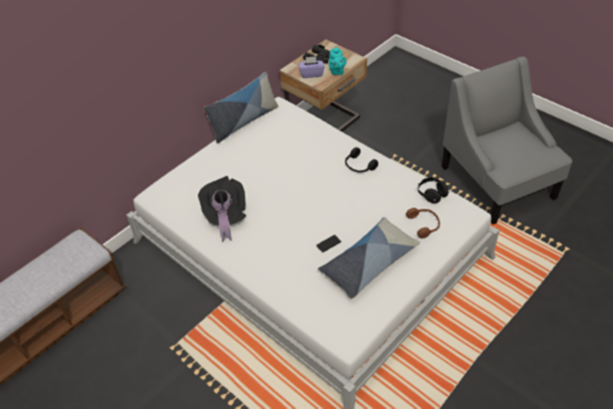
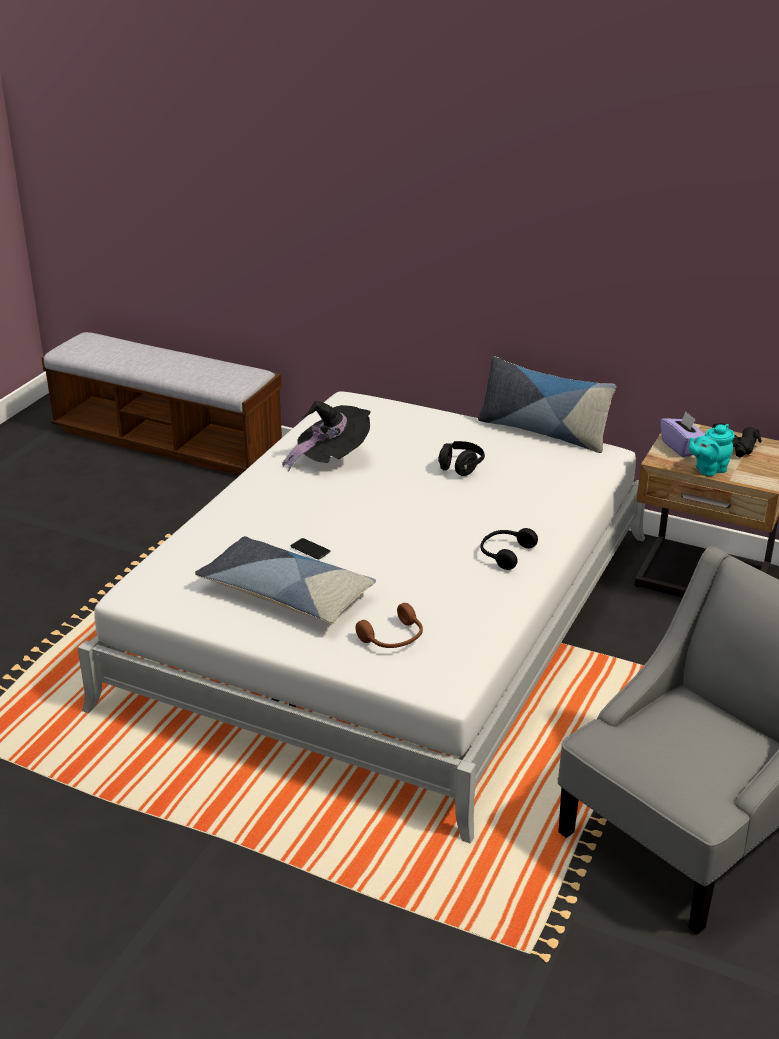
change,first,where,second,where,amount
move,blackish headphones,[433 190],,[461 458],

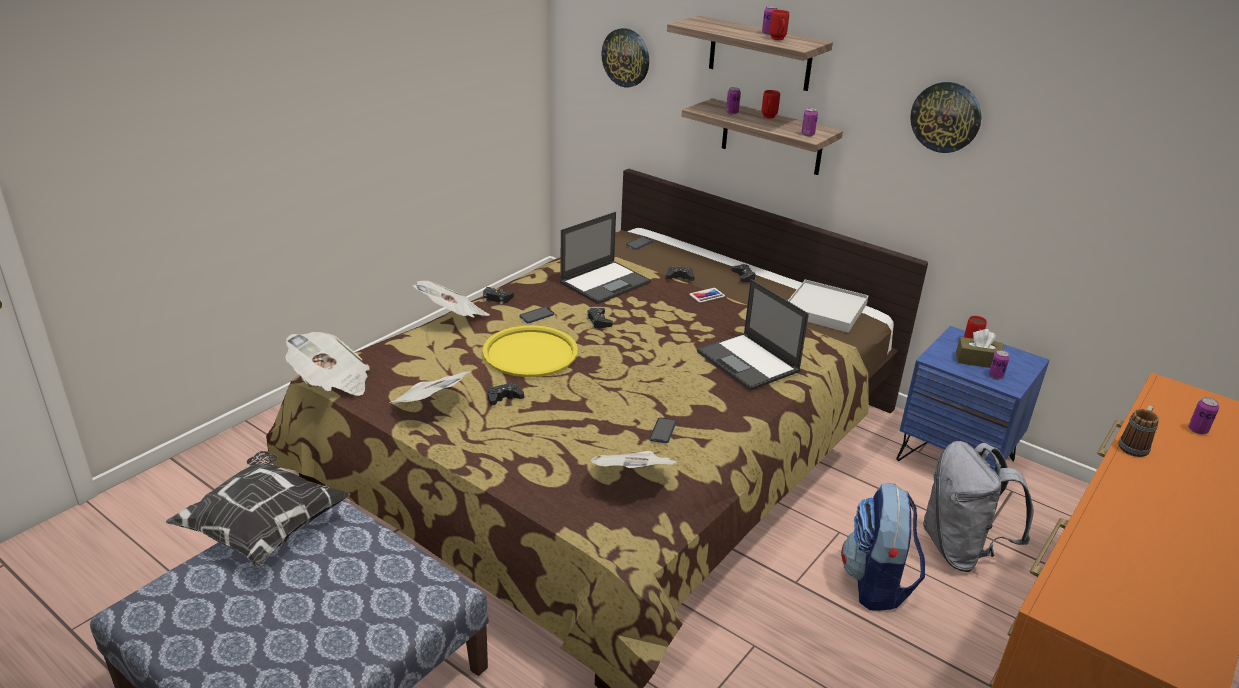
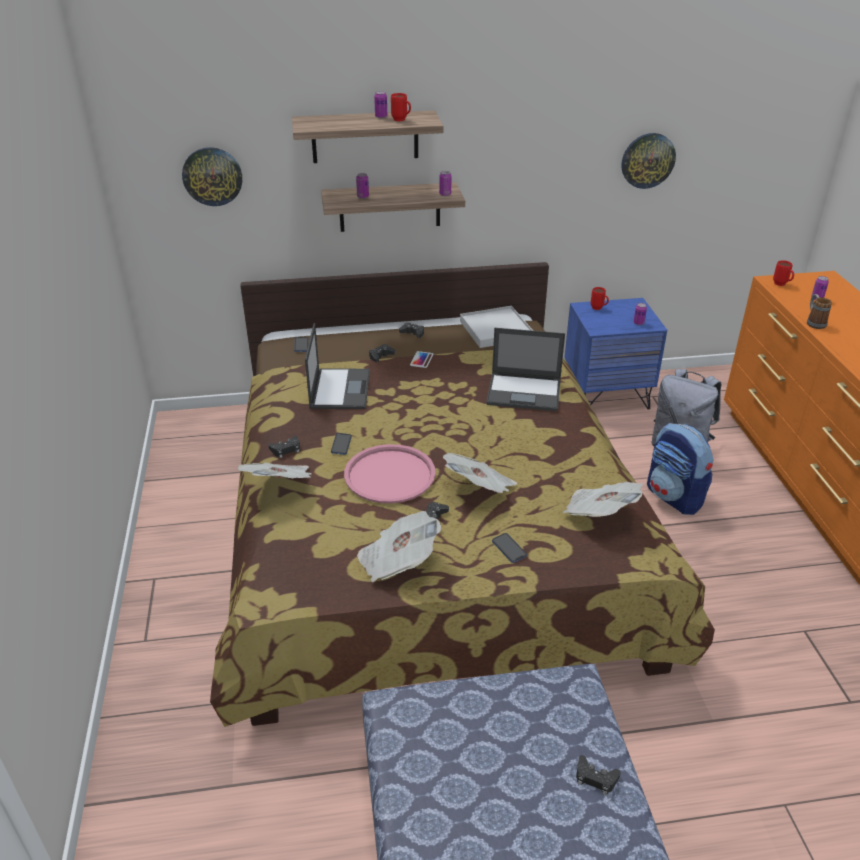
change,first,where,second,where,amount
delete,throw pillow,[258 509],,,
delete,brown-coloured tissue box,[980 348],,,
move,printed paper,[327 364],,[480 473],
move,blackish gamepad,[600 318],,[598 775],
move,phone,[663 430],,[509 548],
move,red coffee mug,[771 104],,[783 273],
move,hanging clock,[945 117],,[649 161],
recolor,yellow-coloured serving tray,[530 351],pink-coloured serving tray,[390 474],

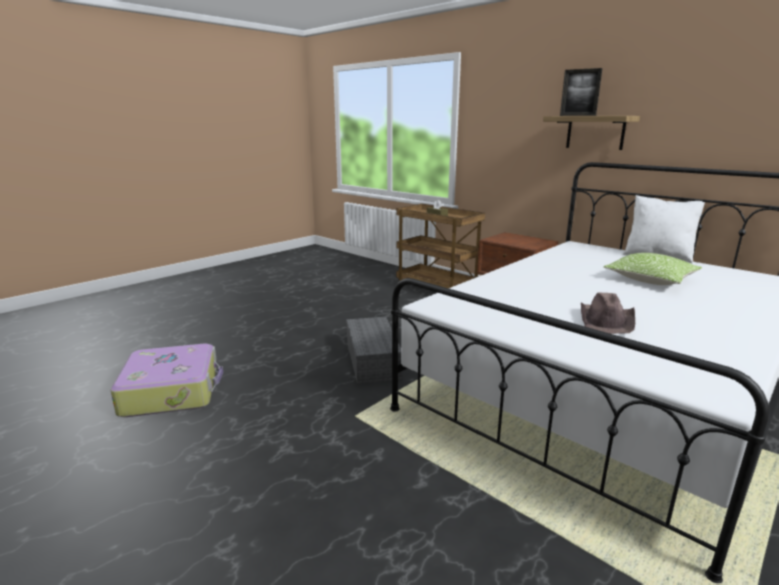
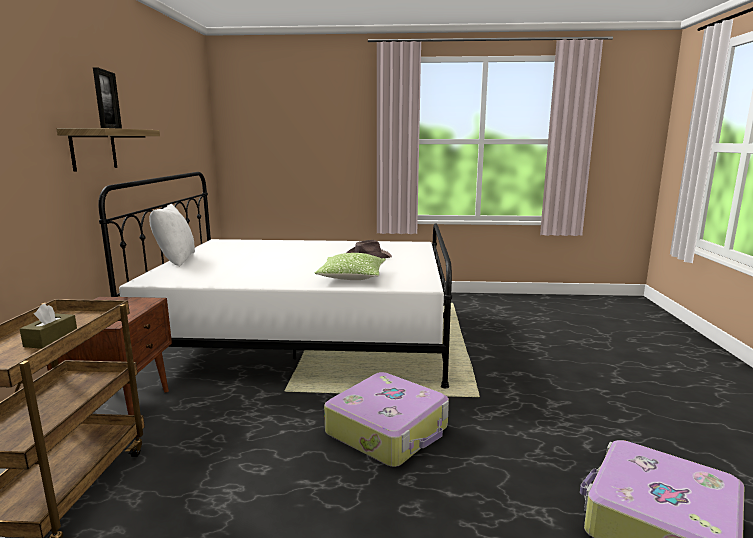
change,first,where,second,where,amount
move,throw pillow,[652 269],,[350 266],
replace,greyish storage container,[374 350],suitcase,[386 419],

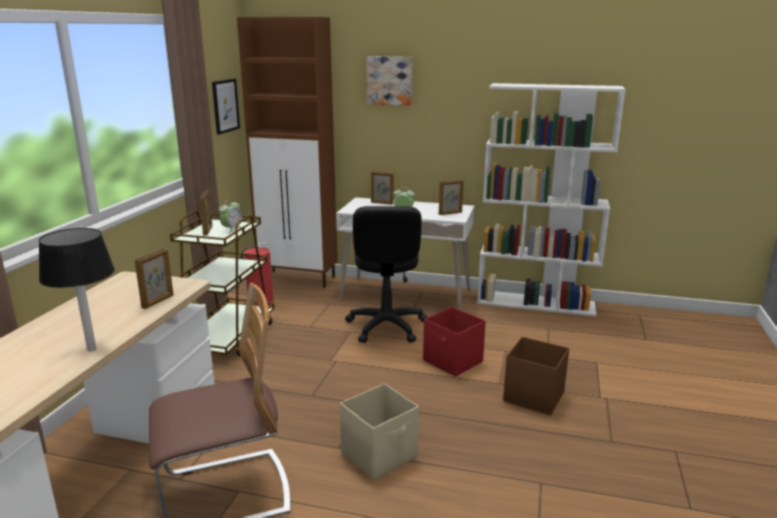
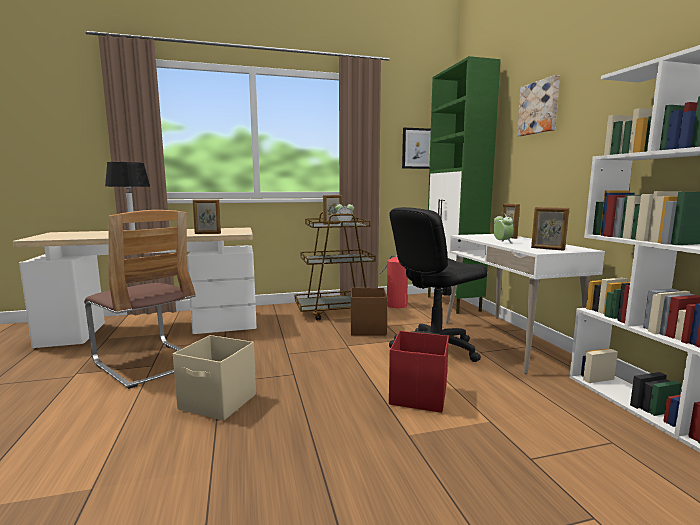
change,first,where,second,where,amount
move,brown-coloured storage container,[536 376],,[369 312],
recolor,brown-coloured cupboard,[287 152],green cupboard,[464 185],

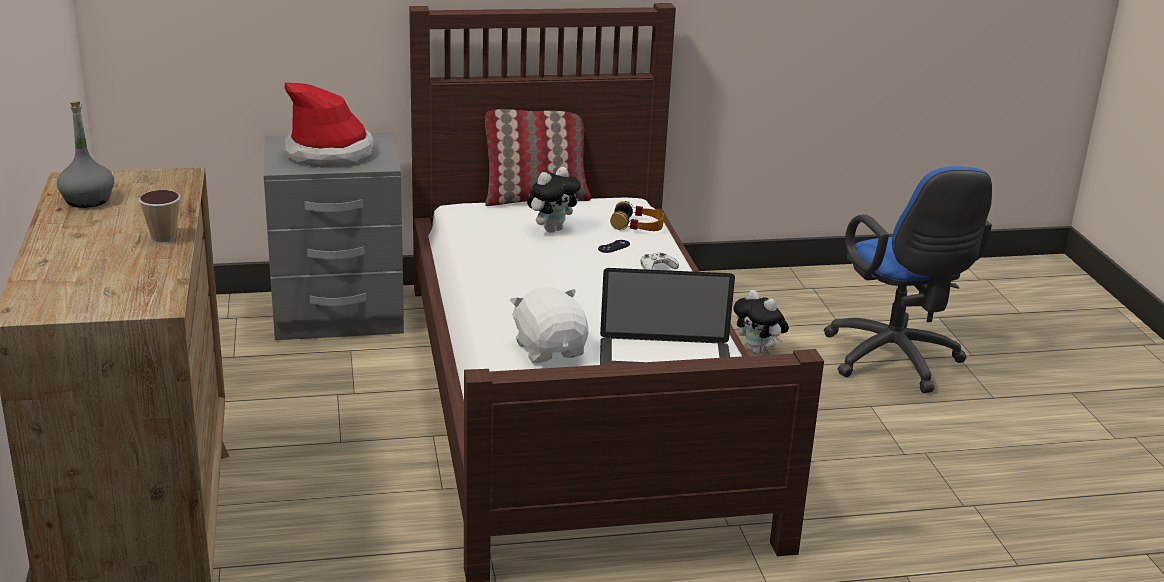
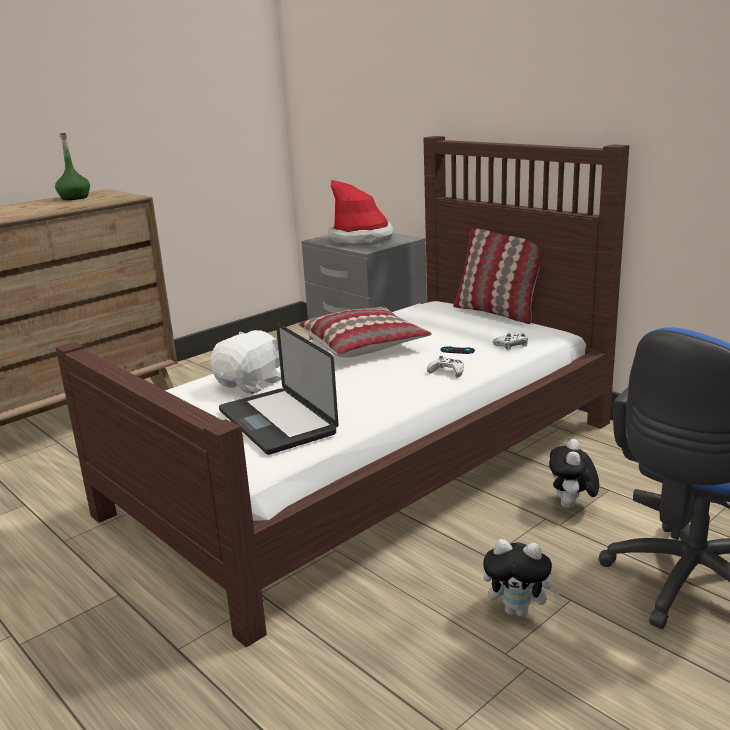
change,first,where,second,where,amount
delete,cup,[159 216],,,
insert,,,throw pillow,[365 332],
move,plush toy,[554 200],,[522 578],
replace,headphones,[637 216],white gamepad,[510 341],
recolor,greyish bottle,[85 154],green bottle,[72 166],

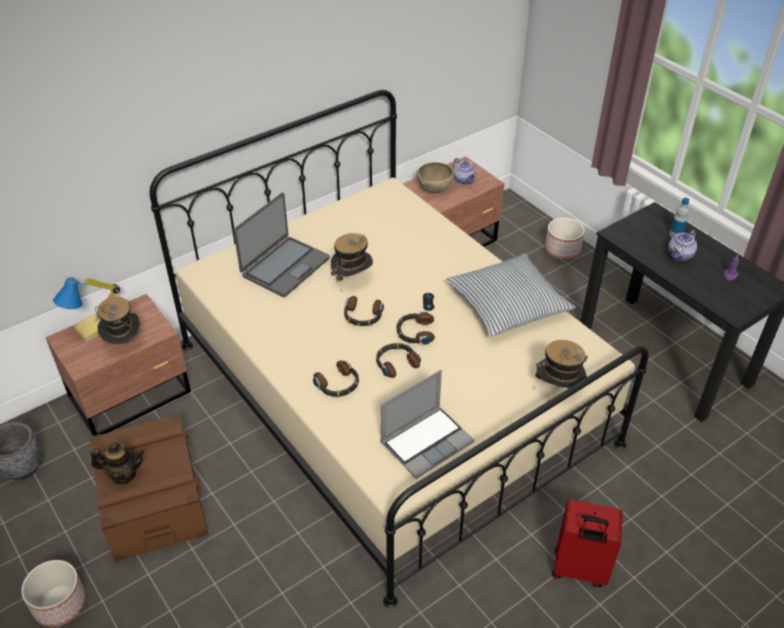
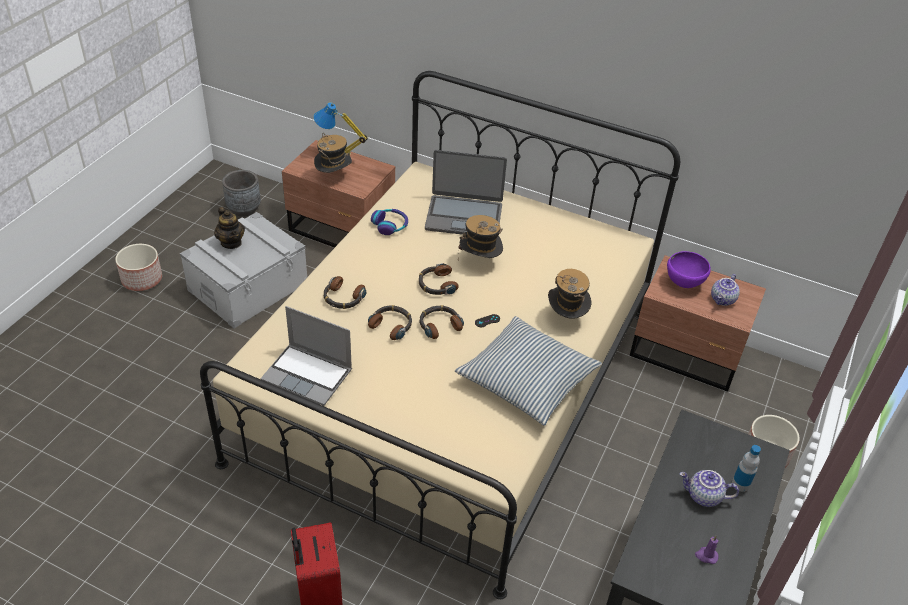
change,first,where,second,where,amount
insert,,,headphones,[389 222],
move,wearable hat,[561 364],,[570 294],
recolor,brown-coloured storage container,[149 487],greyish storage container,[243 270],
recolor,brown-coloured serving bowl,[435 177],purple-coloured serving bowl,[689 269],

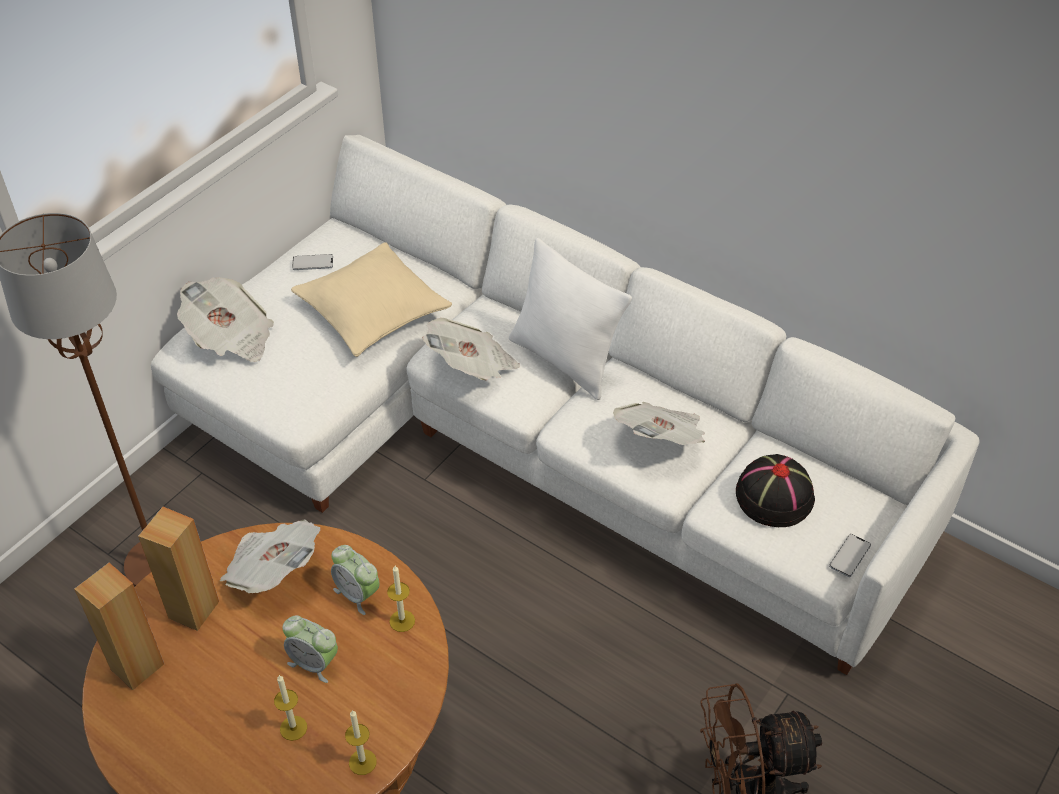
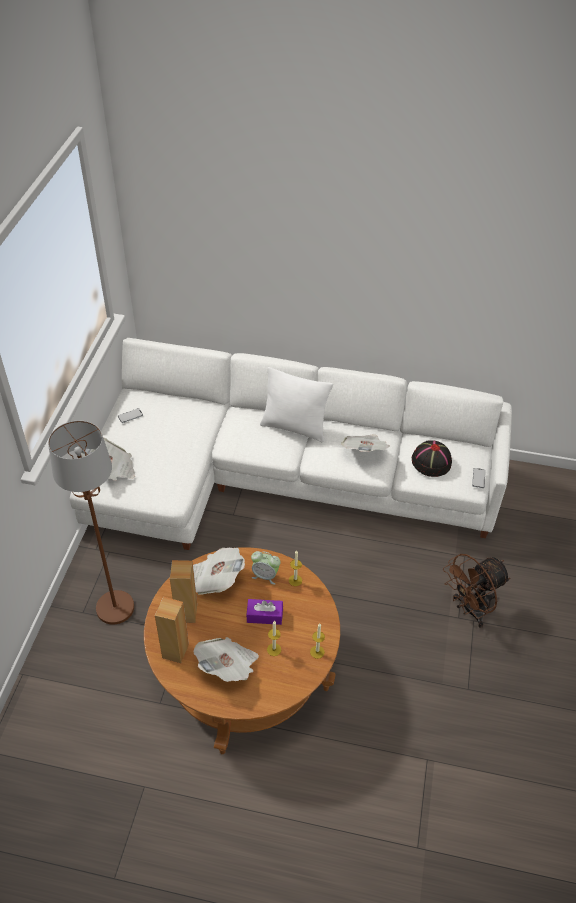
change,first,where,second,where,amount
delete,beige throw pillow,[371 299],,,
move,printed paper,[471 349],,[226 659],
replace,table clock,[310 649],purple-coloured tissue box,[265 612],

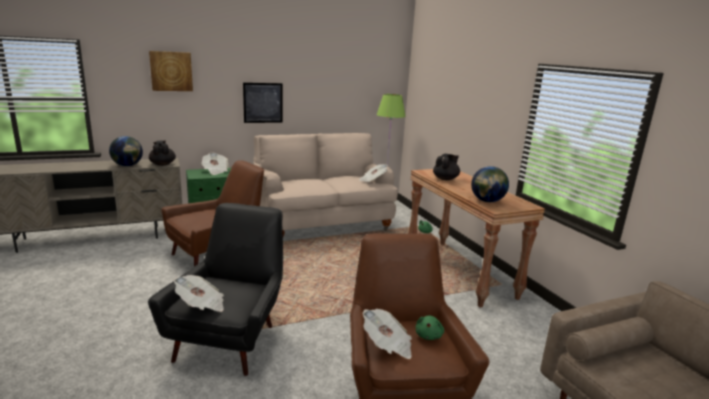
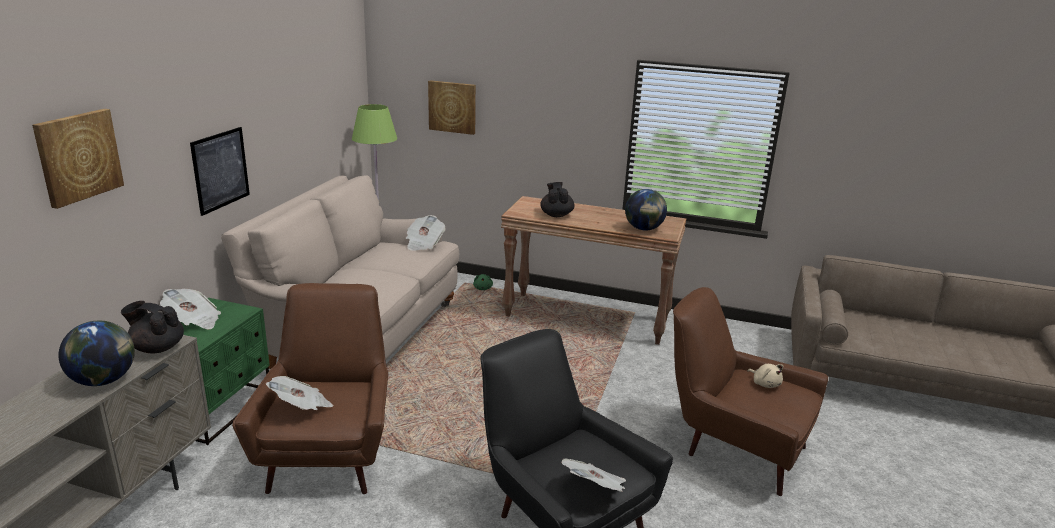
change,first,where,second,where,amount
insert,,,wall picture,[452 107],
move,printed paper,[387 334],,[300 393],
recolor,green plush toy,[430 328],beige plush toy,[765 376],

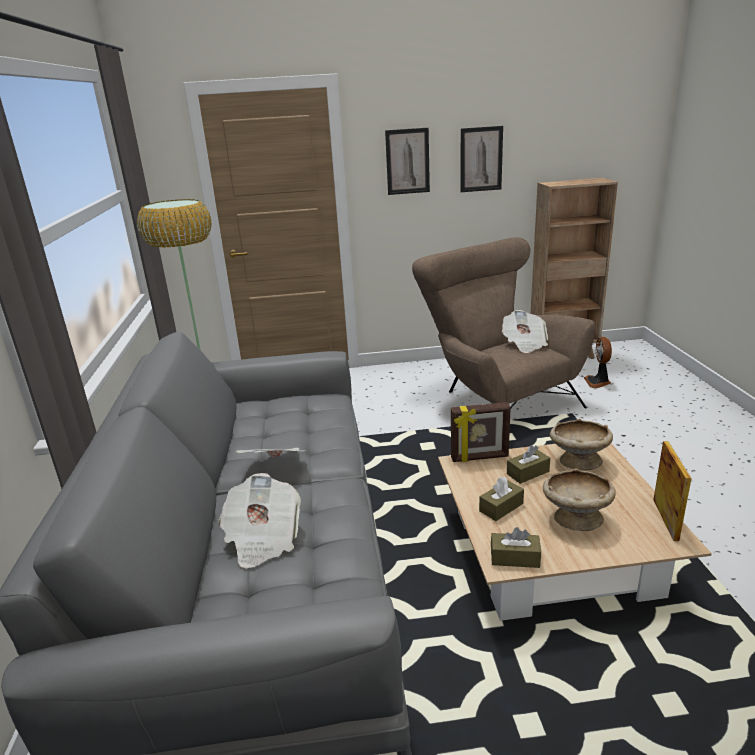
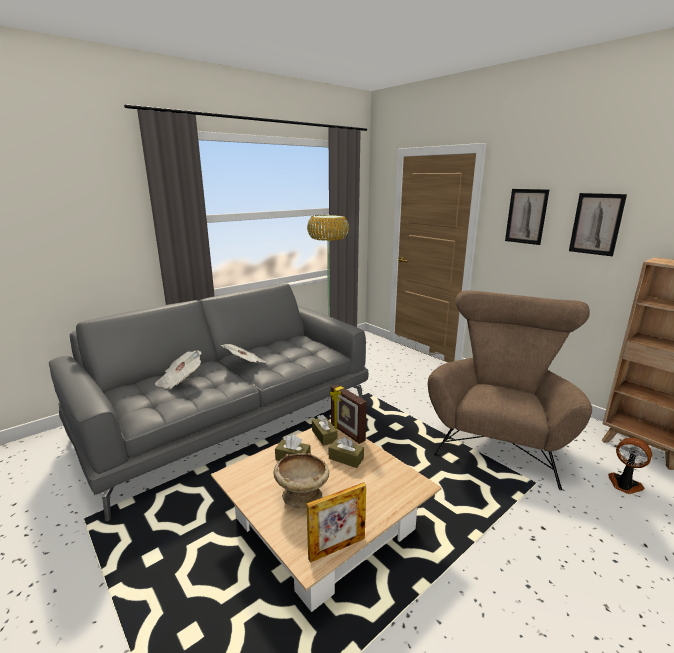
change,first,where,second,where,amount
delete,printed paper,[525 331],,,
delete,beige serving bowl,[581 444],,,
move,brown-coloured tissue box,[516 547],,[324 430],
rotate,cooling fan,[598 362],,[630 466],75 degrees clockwise

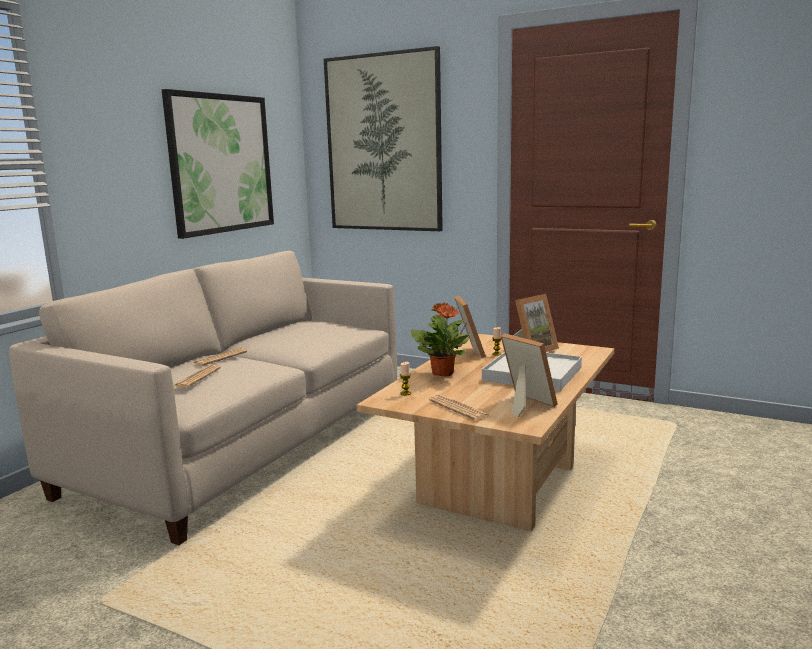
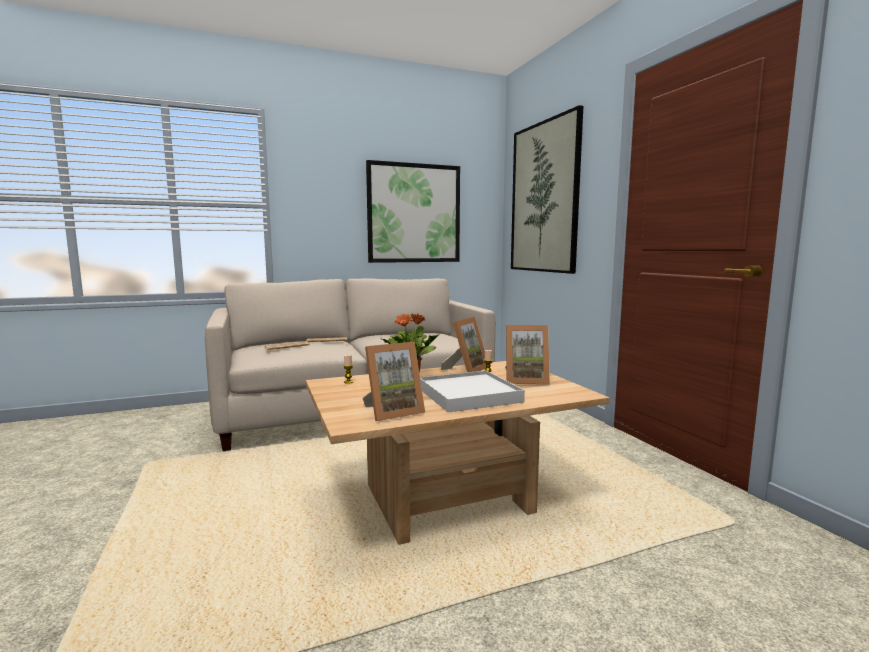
change,first,where,second,where,amount
delete,printed paper,[459 407],,,
rotate,picture frame,[529 375],,[393 381],60 degrees clockwise

